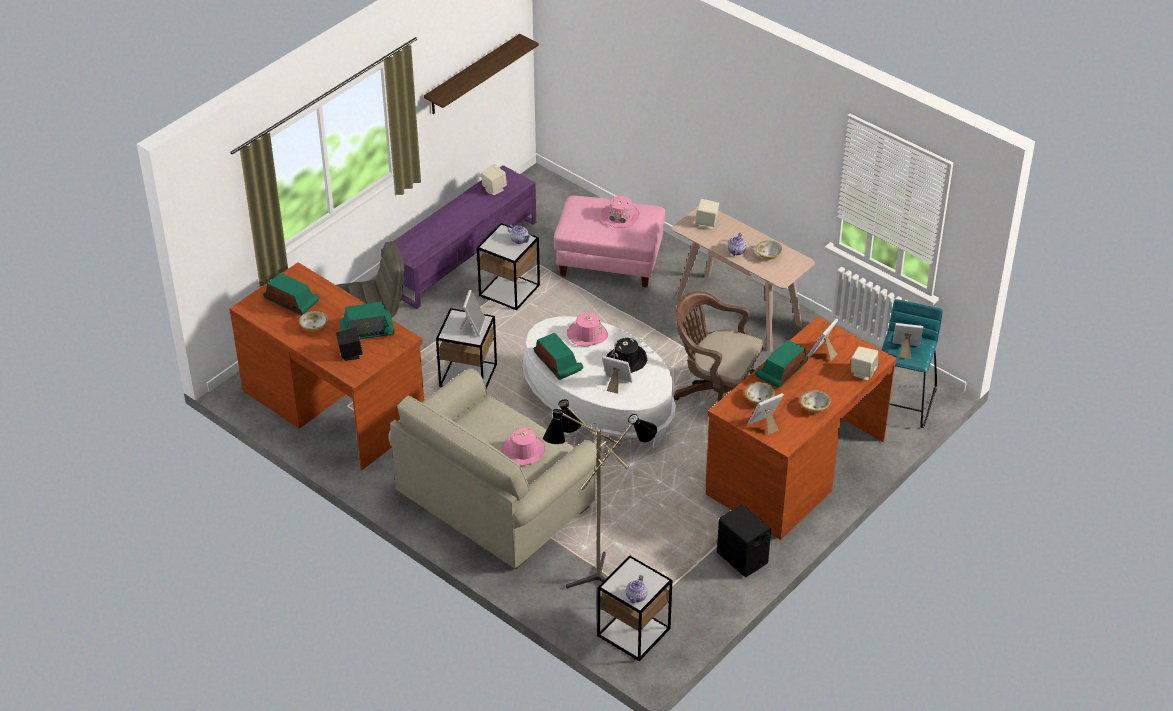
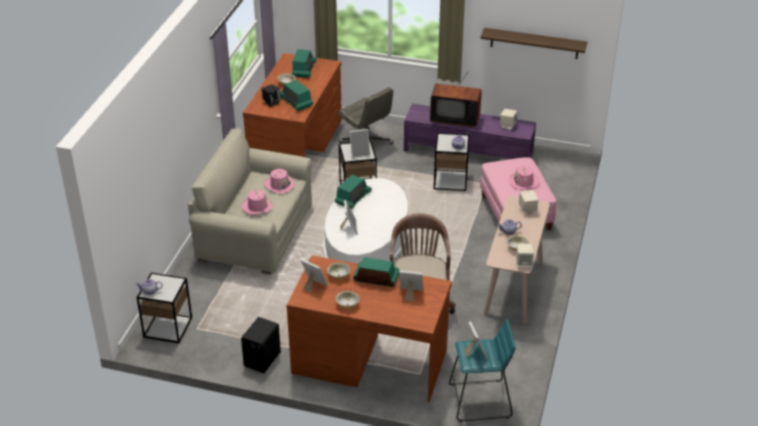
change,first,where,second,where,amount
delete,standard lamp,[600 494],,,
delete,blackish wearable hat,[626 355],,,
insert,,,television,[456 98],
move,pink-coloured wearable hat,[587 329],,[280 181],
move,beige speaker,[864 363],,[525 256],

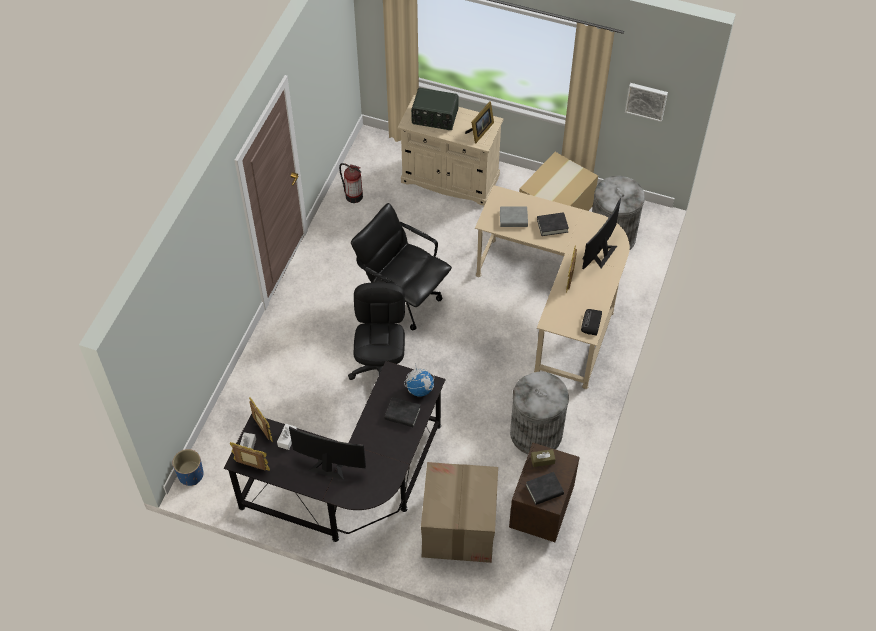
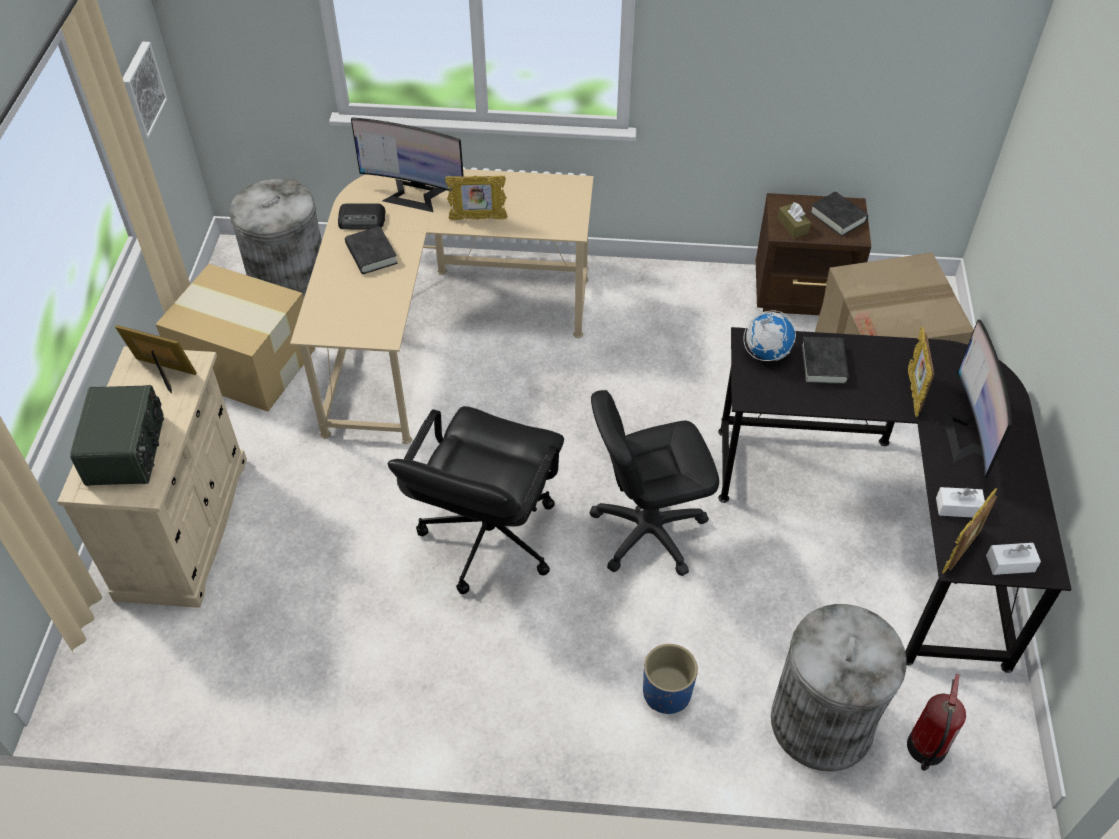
change,first,where,second,where,amount
delete,greyish volume,[514 217],,,
move,blue-coloured flower pot,[188 467],,[670 679],
move,picture frame,[249 456],,[921 372],
move,fire extinguisher,[351 183],,[936 722],
move,greyish rubbish bin,[539 413],,[839 687],
move,radio receiver,[591 322],,[362 216],

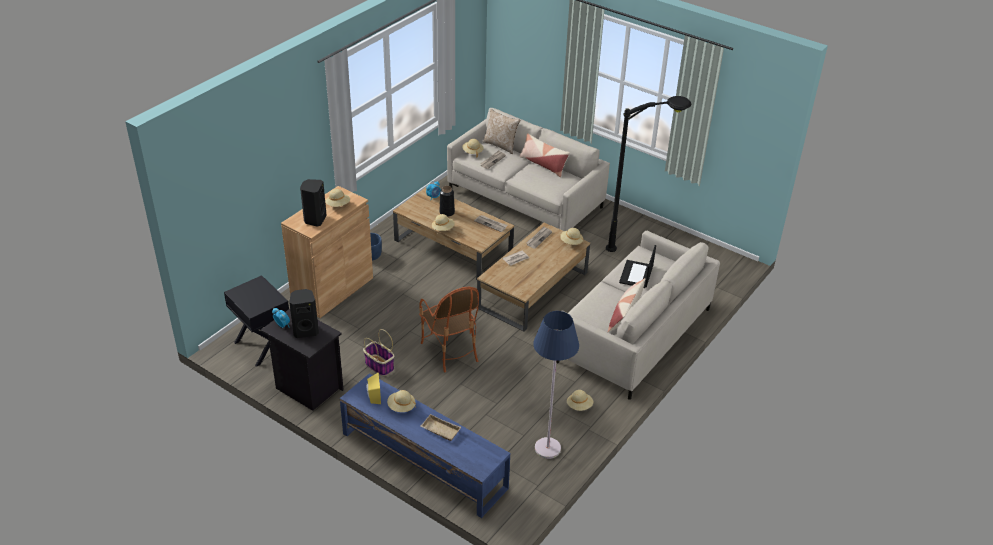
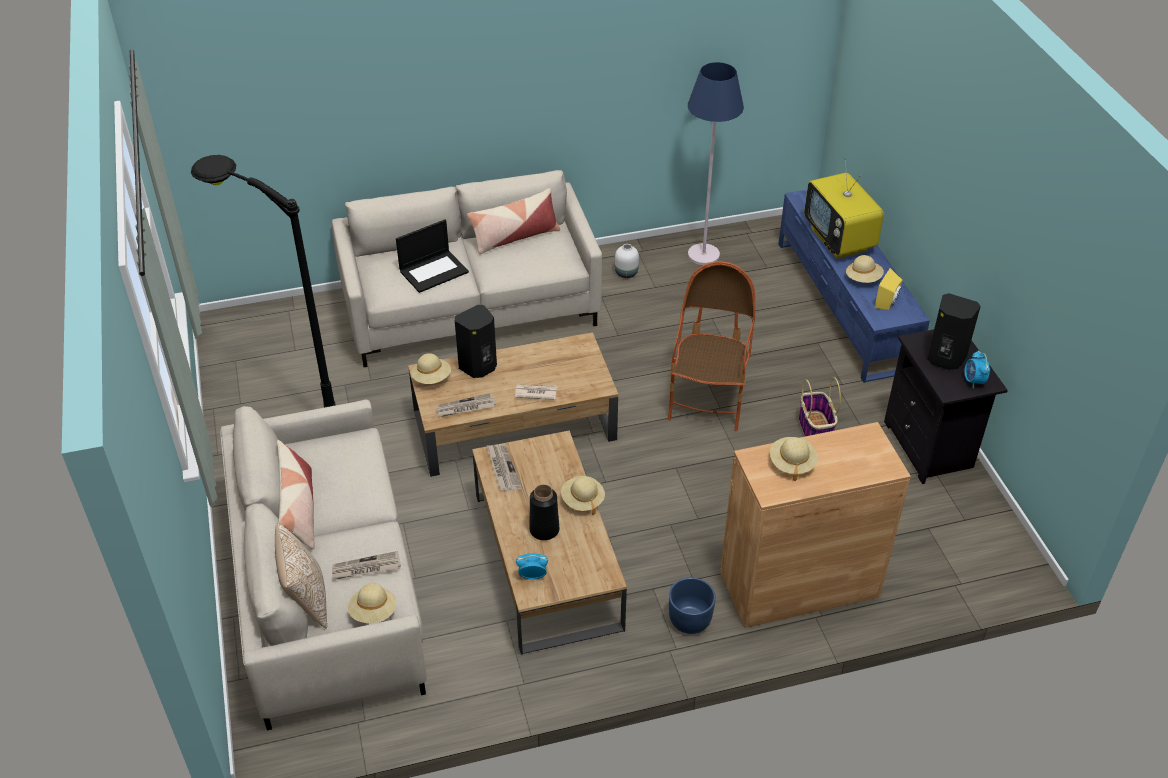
change,first,where,second,where,amount
delete,blackish accent table,[256 321],,,
move,blackish speaker,[313 203],,[476 341],
replace,beige serving tray,[440 427],television,[844 208],
replace,beige wearable hat,[580 400],white flower vase,[627 261],

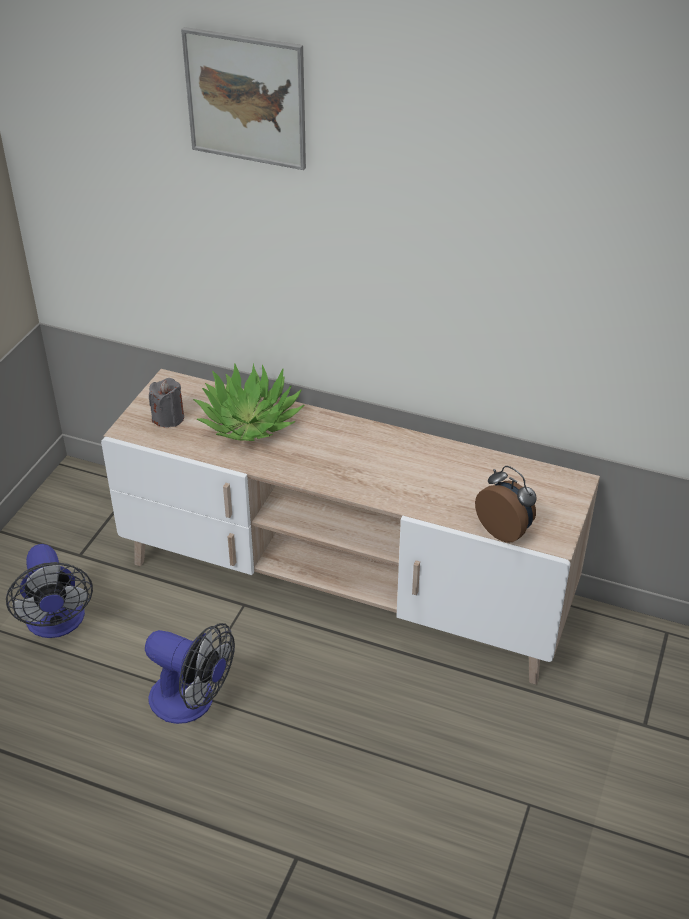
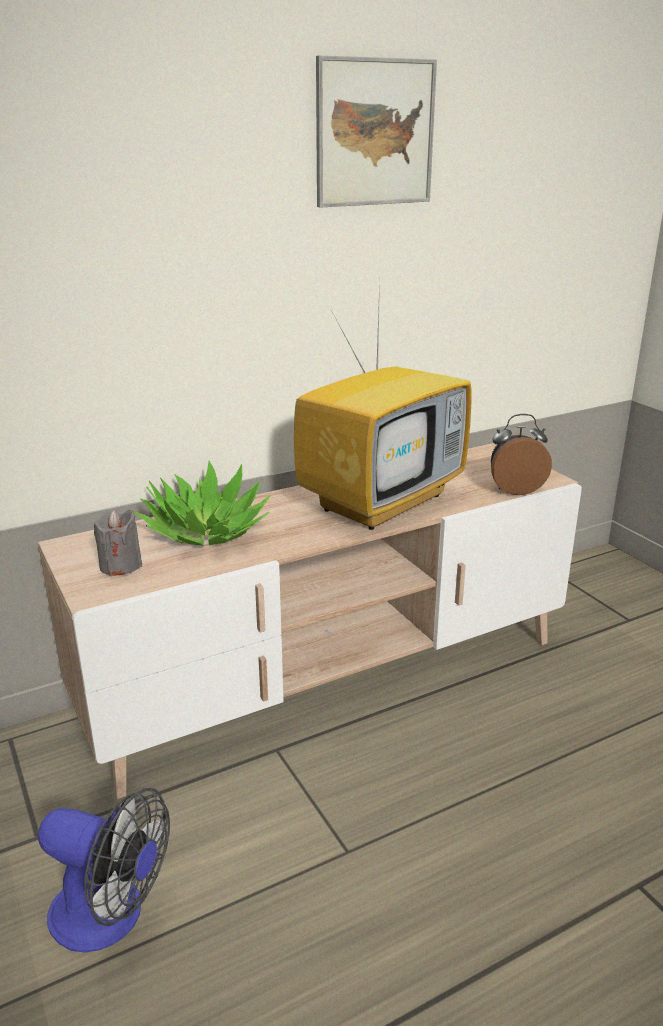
change,first,where,second,where,amount
delete,cooling fan,[190 673],,,
insert,,,television,[383 405],
move,wall picture,[243 98],,[376 131],

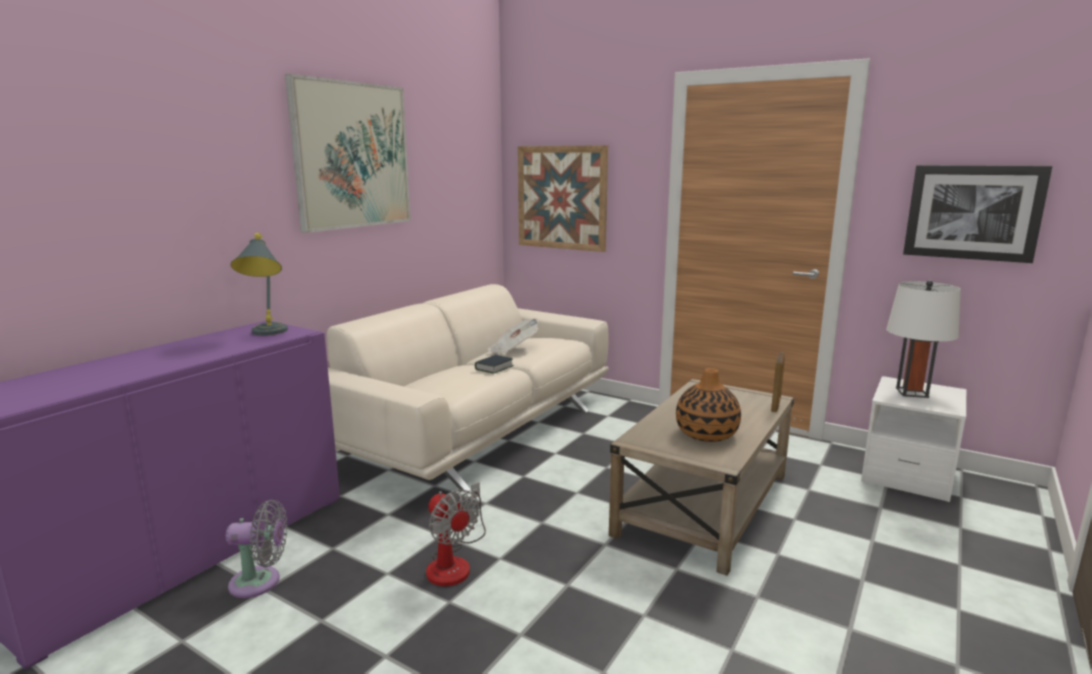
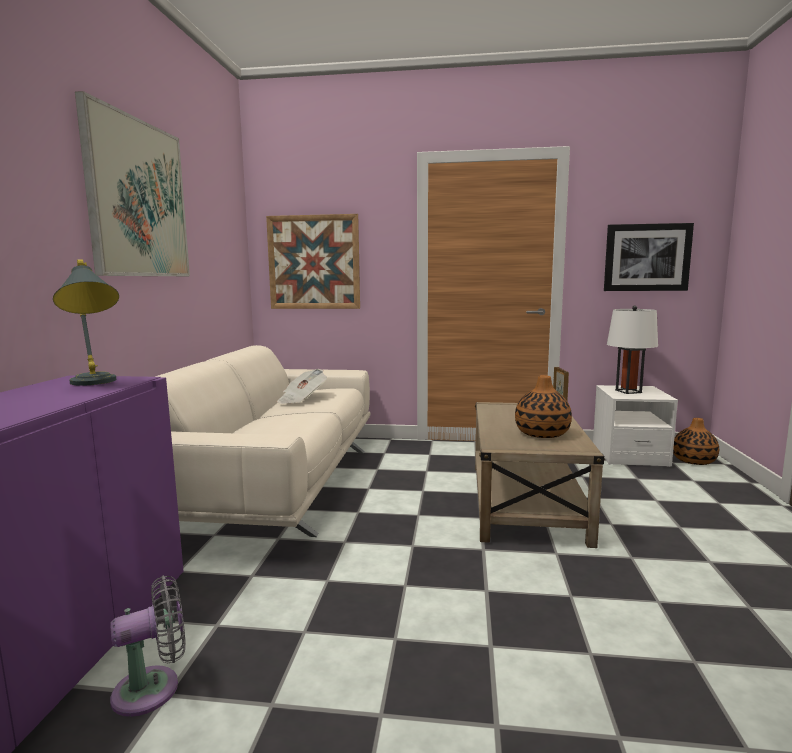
change,first,where,second,where,amount
delete,cooling fan,[456 534],,,
delete,volume,[494 364],,,
insert,,,flower vase,[696 441],

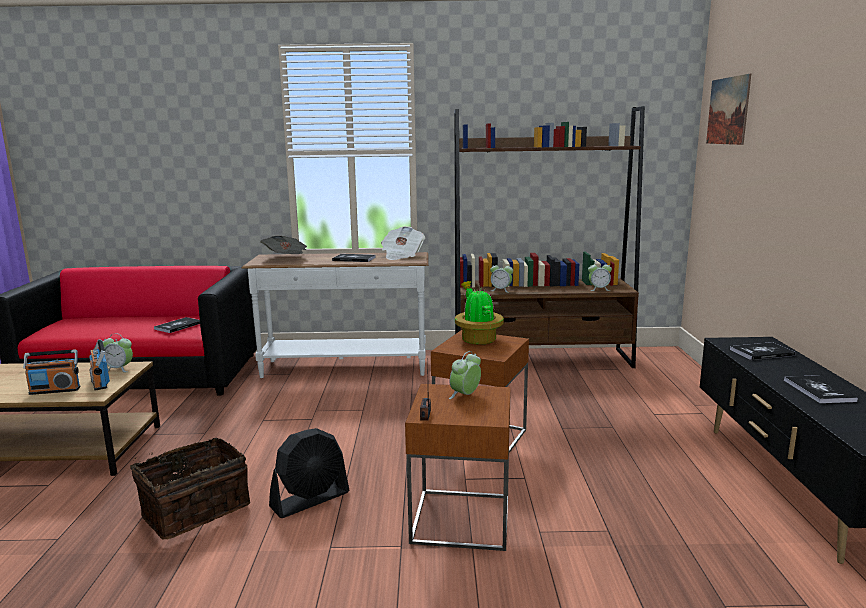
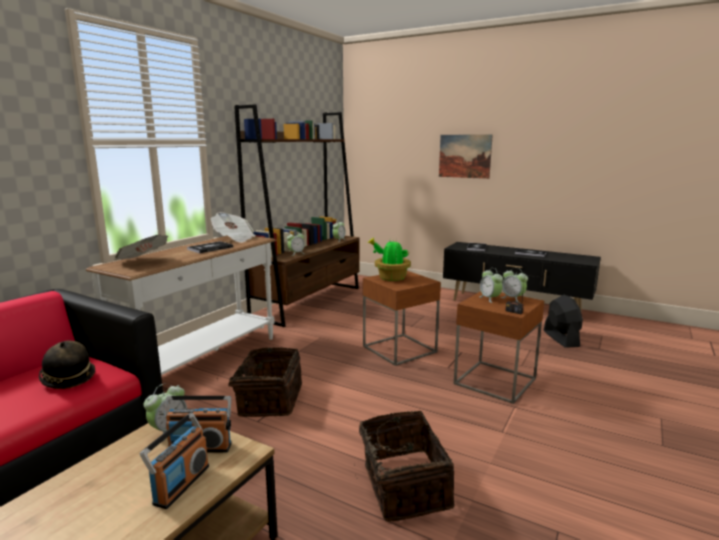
change,first,where,second,where,amount
insert,,,storage basket,[265 382],
insert,,,table clock,[514 285],
move,blackish cooling fan,[309 473],,[563 321],
move,wall picture,[728 109],,[466 156],
replace,volume,[177 325],wearable hat,[67 364],

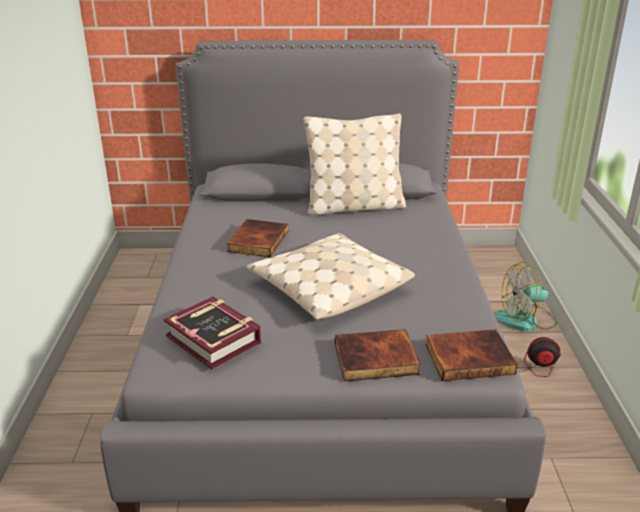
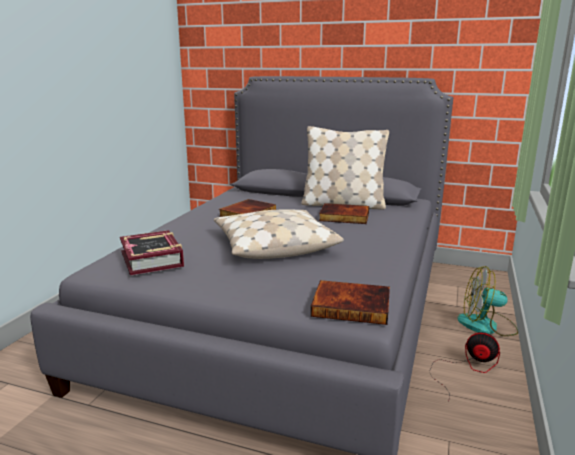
change,first,where,second,where,amount
move,volume,[378 355],,[344 213],

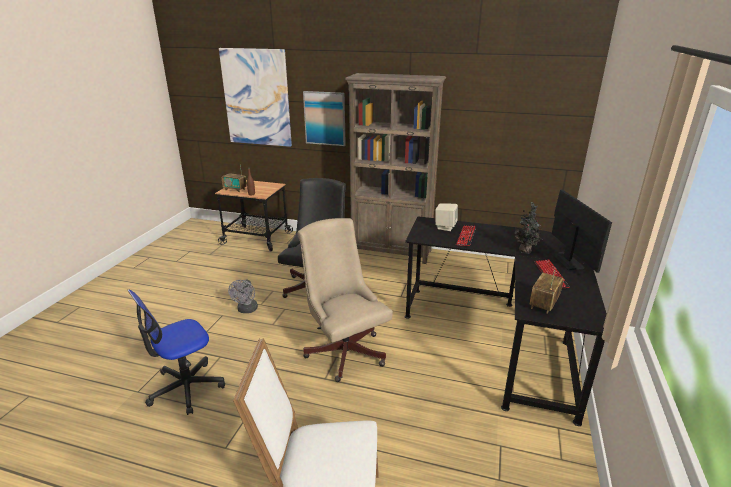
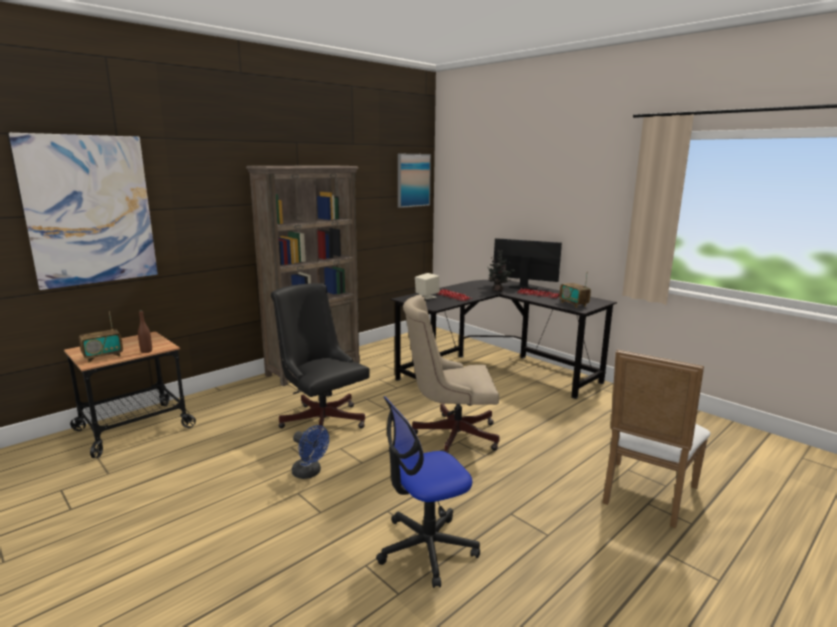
change,first,where,second,where,amount
move,wall picture,[324 118],,[414 181],
recolor,greyish cooling fan,[243 296],blue-coloured cooling fan,[310 452],
rotate,computer chair,[176 352],,[428 492],75 degrees clockwise

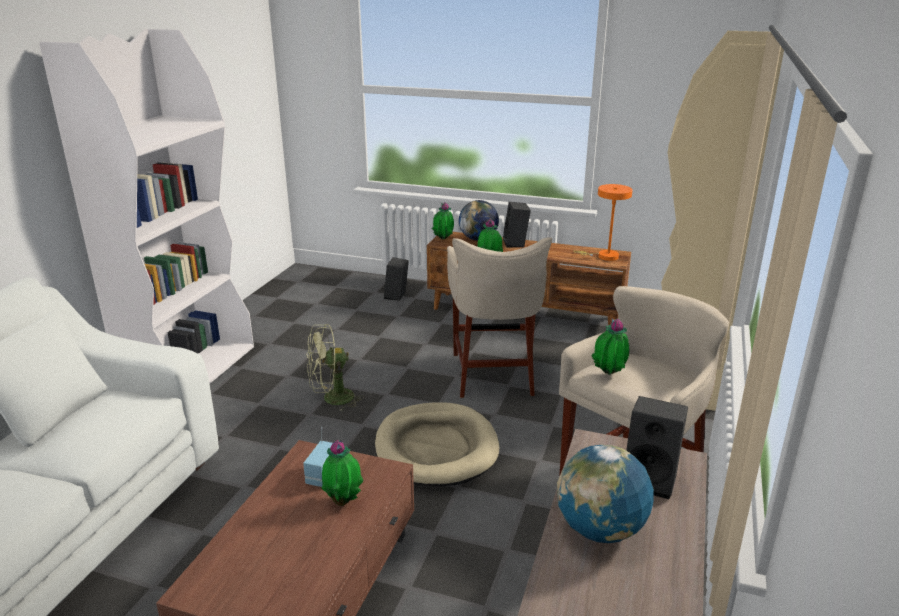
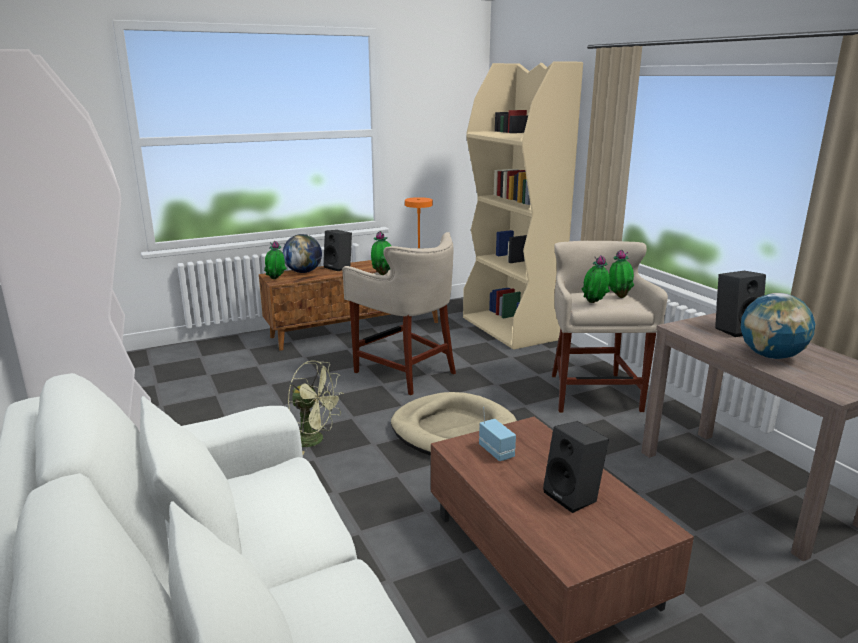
change,first,where,second,where,amount
move,houseplant,[343 473],,[621 274],
move,blackish speaker,[396 278],,[576 467],
rotate,green cooling fan,[335 368],,[316 407],90 degrees counterclockwise

